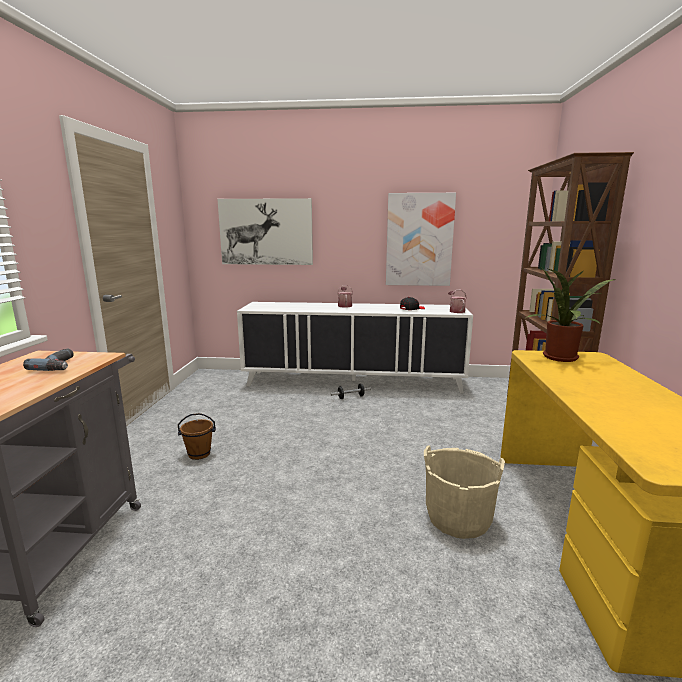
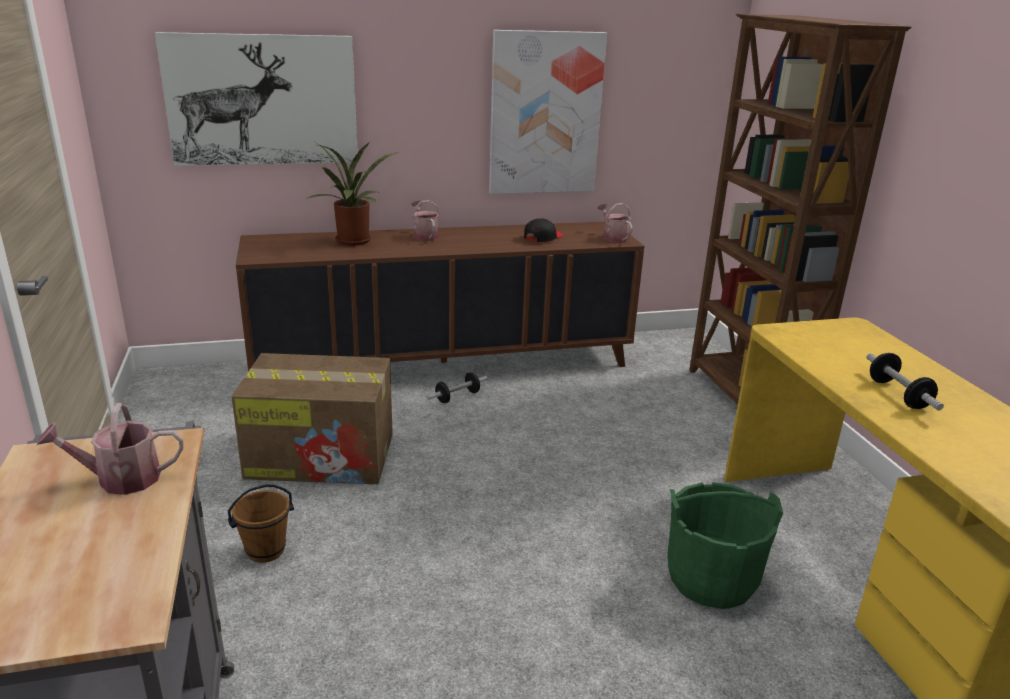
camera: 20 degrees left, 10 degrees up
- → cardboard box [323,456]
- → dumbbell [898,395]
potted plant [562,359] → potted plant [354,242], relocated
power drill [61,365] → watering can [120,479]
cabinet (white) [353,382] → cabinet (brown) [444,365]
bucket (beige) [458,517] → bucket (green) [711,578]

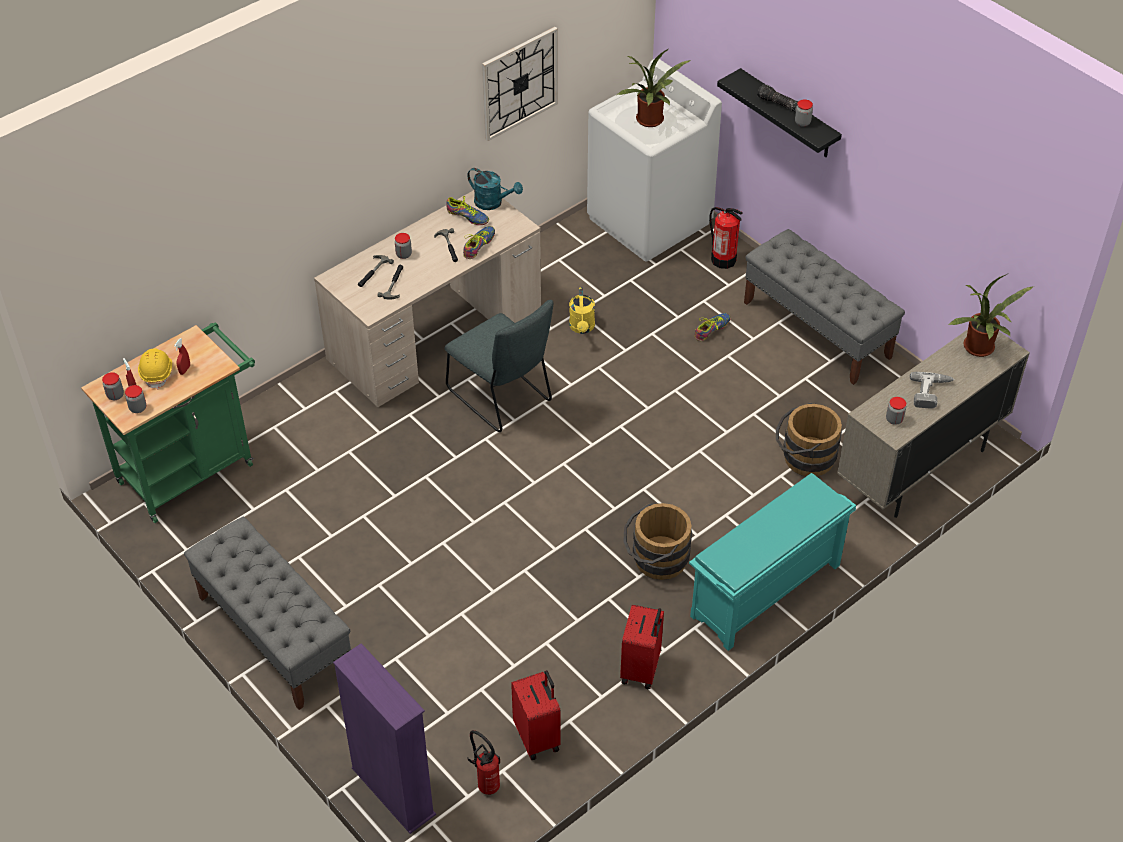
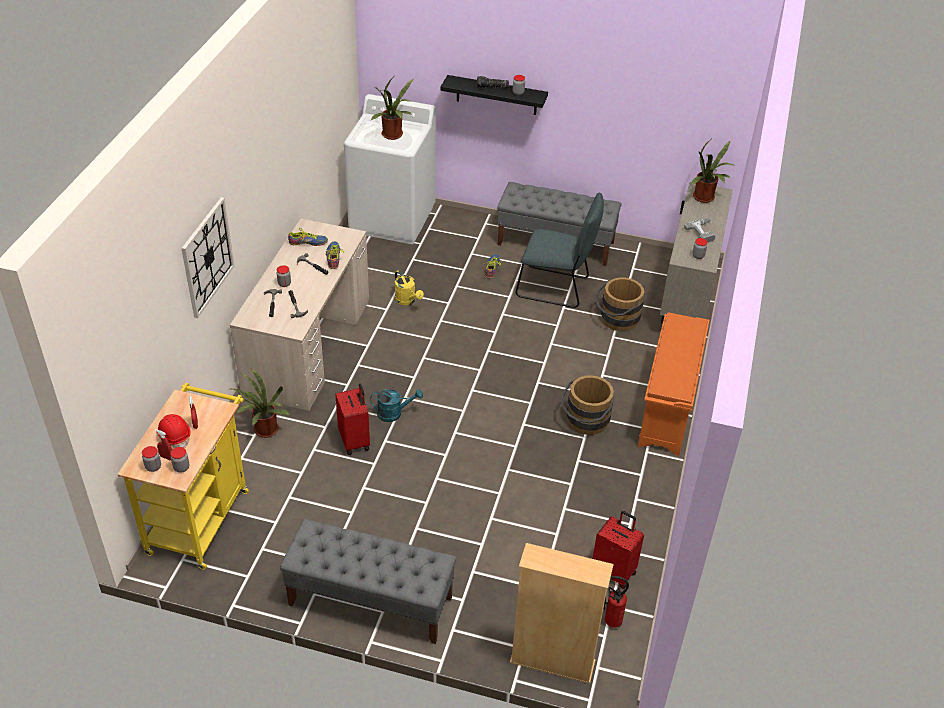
camera: 35 degrees left, 5 degrees down
fire extinguisher [723,259] → -
- → potted plant [264,431]
chair (grey) [502,398] → chair (grey) [556,288], relocated
watering can (turquoise) [493,203] → watering can (turquoise) [394,413], relocated
wall clock [519,83] → wall clock [207,257], relocated
suitcase (red) [641,669] → suitcase (red) [355,441], relocated
cart (green) [192,468] → cart (yellow) [201,516]
hard hat (yellow) [157,373] → hard hat (red) [174,436]
bookcase (purple) [393,791] → bookcase (beige) [552,662]
shoe rack (turquoise) [765,592] → shoe rack (orange) [668,410]

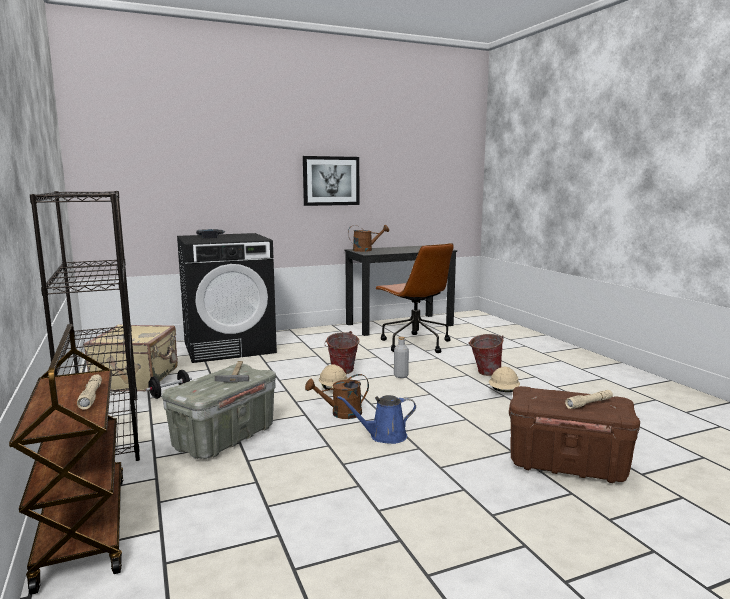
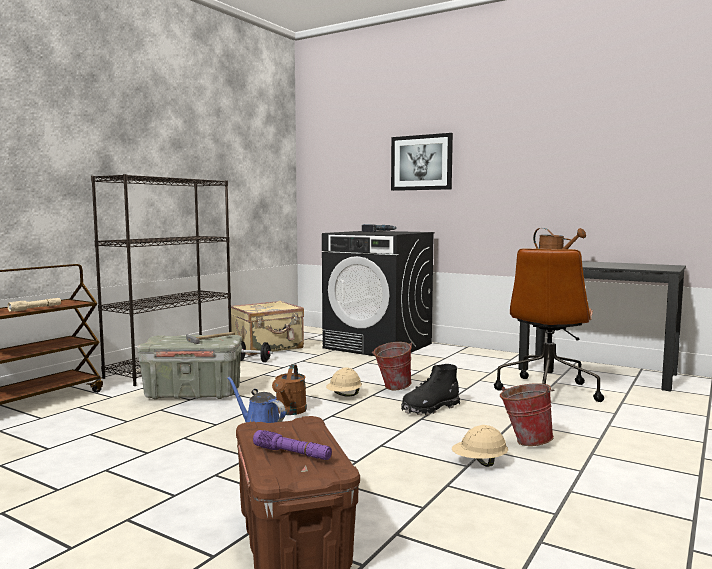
camera: 55 degrees right, 5 degrees down
picture [331,181] → picture [421,162], relocated
bottle (grey) [401,376] → boot (black) [430,409]
flashlight (beige) [589,403] → flashlight (purple) [292,453]
watering can (brown) [341,414] → watering can (brown) [289,412], 120 degrees counterclockwise

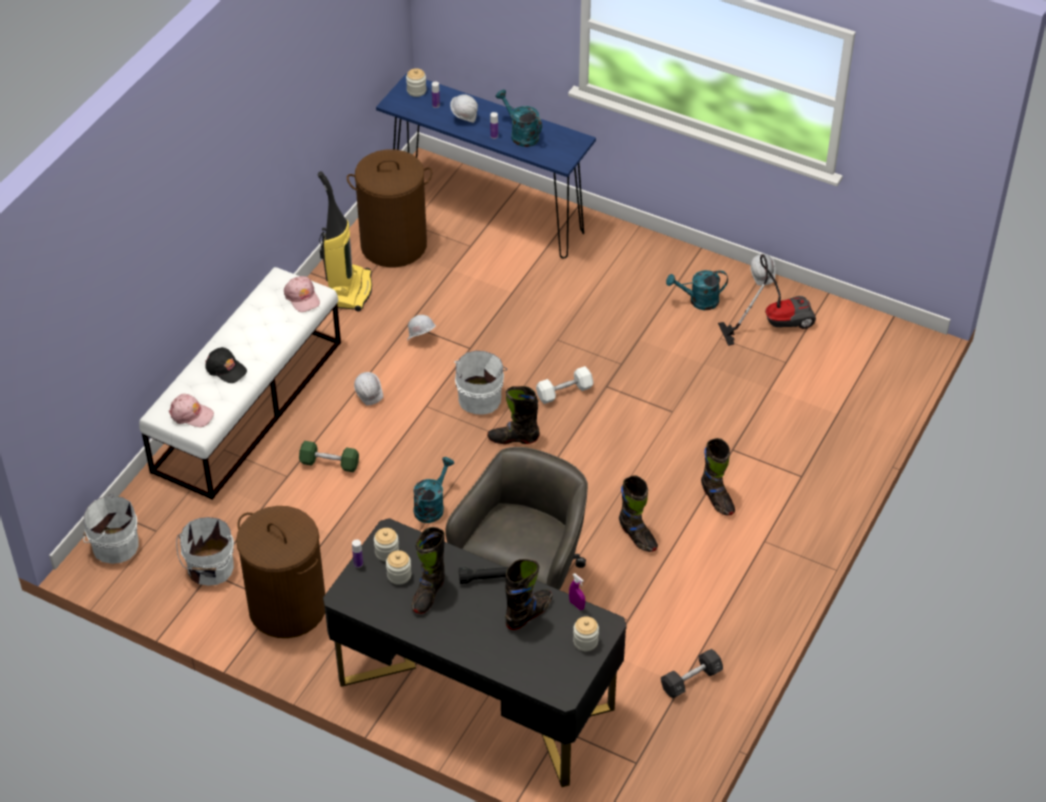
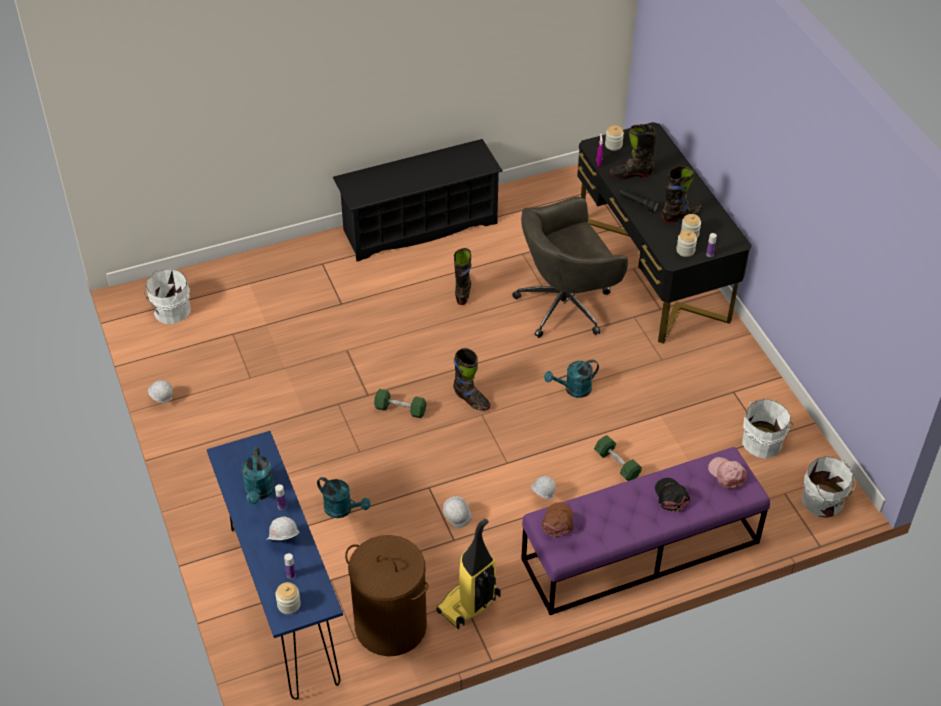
camera: 140 degrees left, 0 degrees up
laundry basket (brown) [287,608] → -
dumbbell (black) [691,680] → -
boot (black) [717,499] → -
vacuum cleaner [774,321] → -
- → shoe rack (black) [419,226]
bucket (white) [480,397] → bucket (white) [170,311], relocated
watering can (turquoise) [698,301] → watering can (turquoise) [342,509], relocated
bench (white) [248,405] → bench (purple) [640,551]
cap (pink) [302,297] → cap (brown) [558,521]
dumbbell (white) [564,392] → dumbbell (green) [400,409]

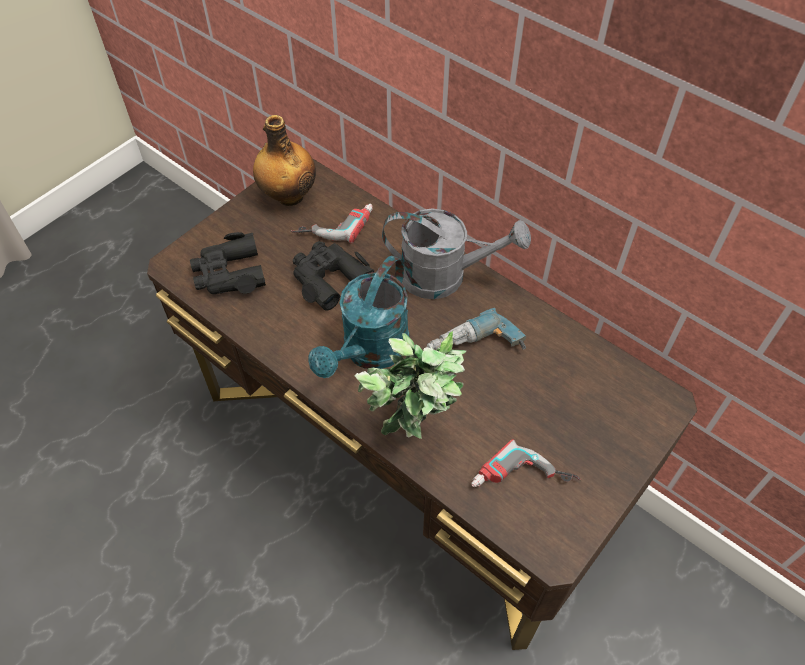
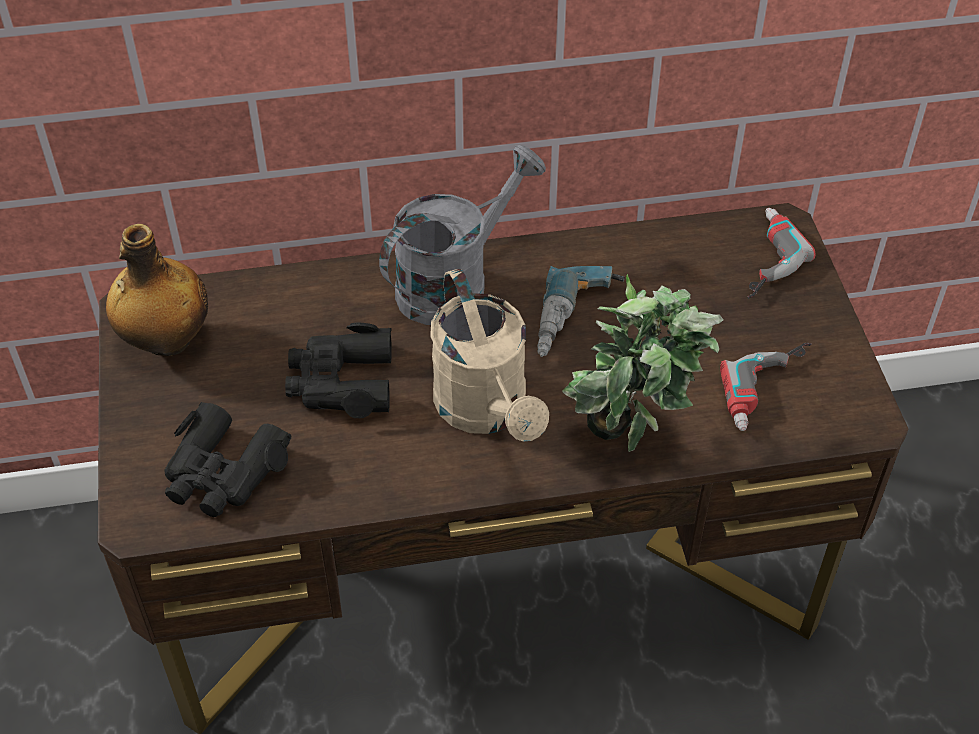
camera: 50 degrees left, 5 degrees down
power drill [334,223] → power drill [760,257], relocated
watering can (turquoise) [369,352] → watering can (beige) [487,411]

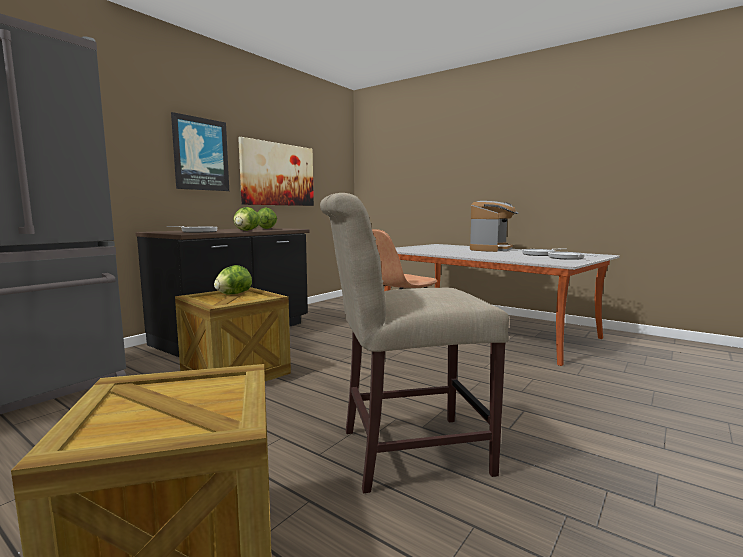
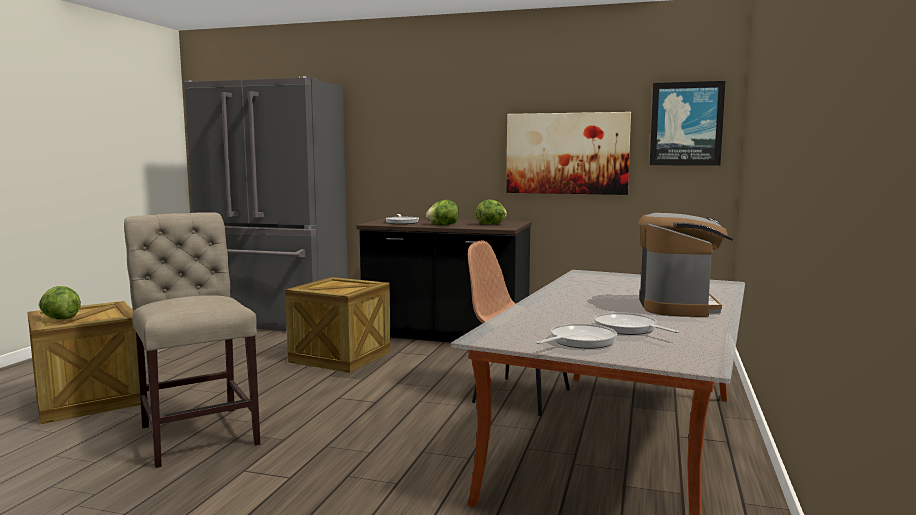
camera: 70 degrees right, 0 degrees up
picture [200,154] → picture [686,124], relocated
lettuce [233,294] → lettuce [60,319], relocated
coffee machine [491,249] → coffee machine [678,306], 90 degrees counterclockwise

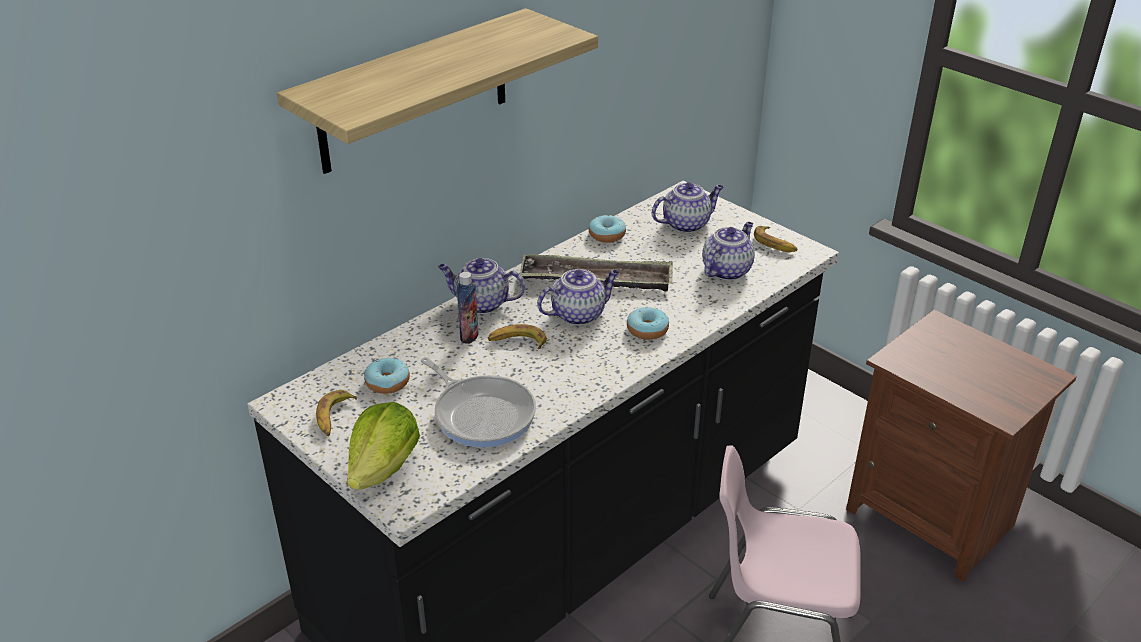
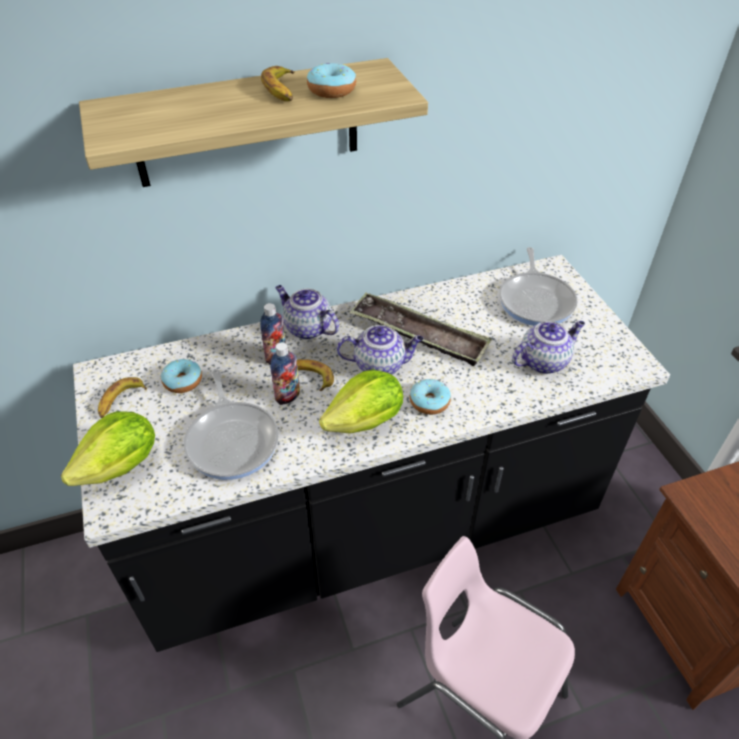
camera: 25 degrees right, 10 degrees up
- → bottle [287,396]
- → lettuce [366,421]
donut [607,235] → donut [332,90], relocated
banana [775,244] → banana [282,90], relocated
teapot [686,224] → frying pan [536,300]

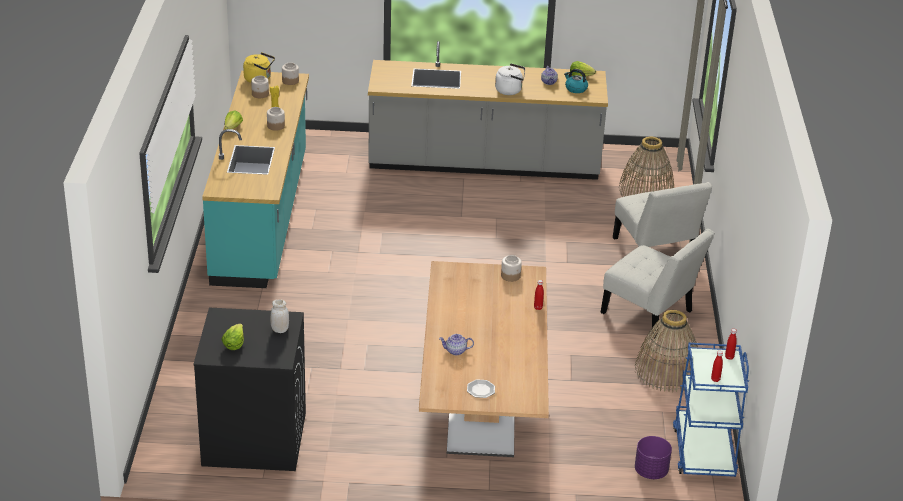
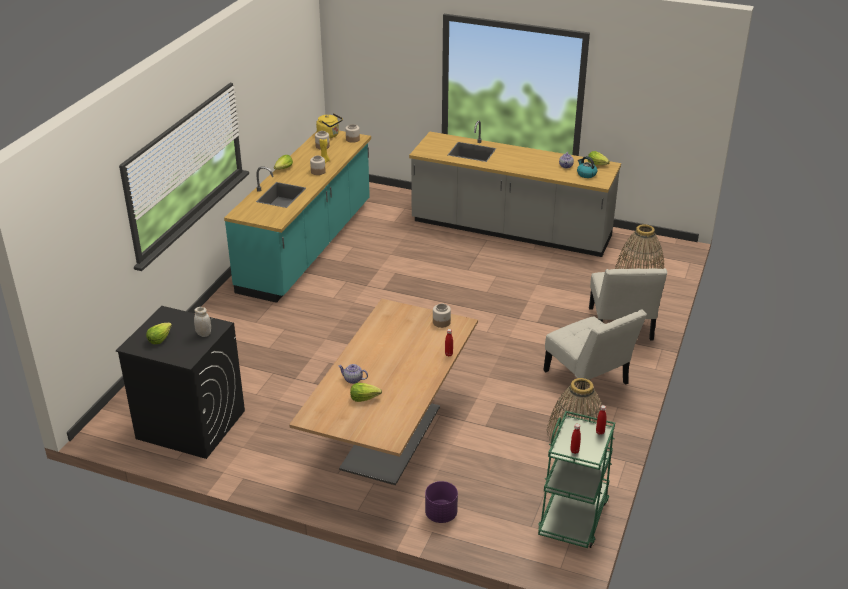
camera: 20 degrees right, 0 degrees up
plate [481,390] → -
kettle (white) [510,90] → -
- → lettuce [364,398]
planter (purple) [650,472] → planter (purple) [441,514], relocated
cart (blue) [704,451] → cart (green) [573,516]

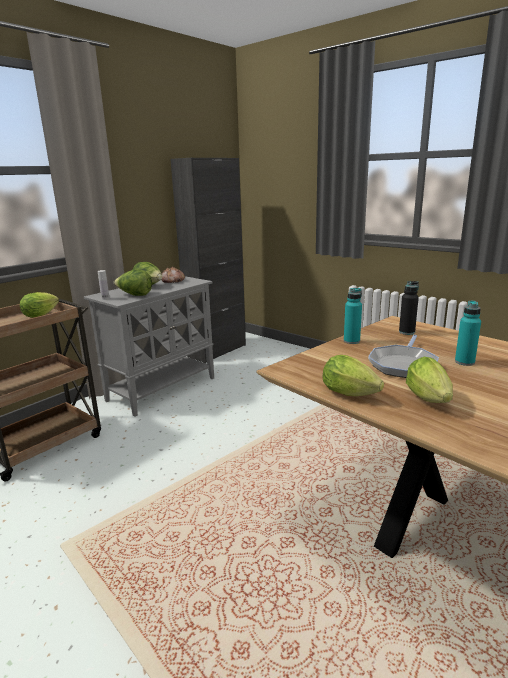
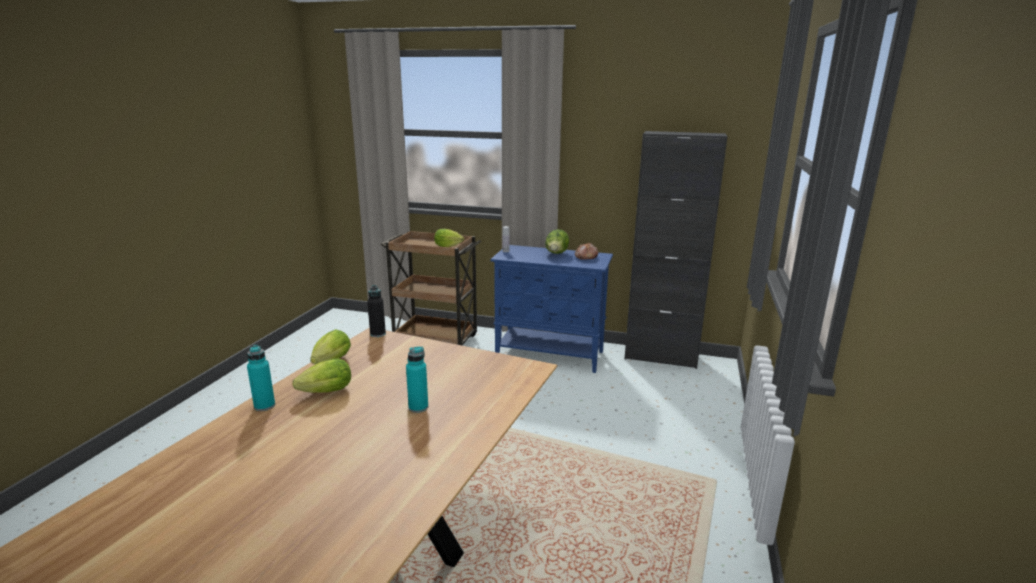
camera: 65 degrees right, 0 degrees up
lettuce [135,295] → -
frying pan [403,364] → -
bottle (turquoise) [351,341] → bottle (turquoise) [264,406], relocated
bottle (black) [406,332] → bottle (black) [378,334], relocated
cabinet (grey) [162,389] → cabinet (blue) [550,355]

